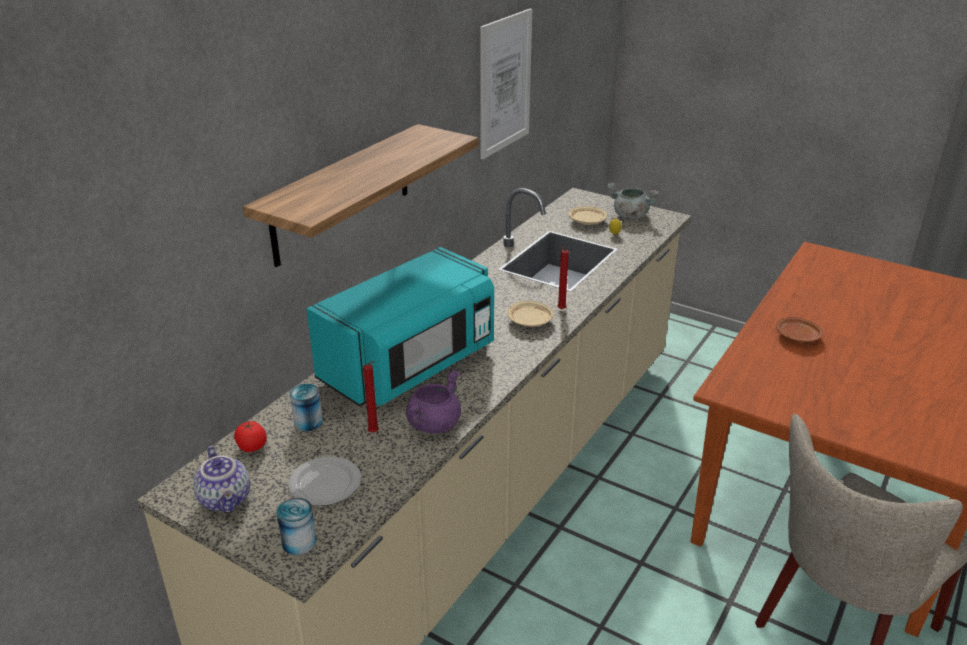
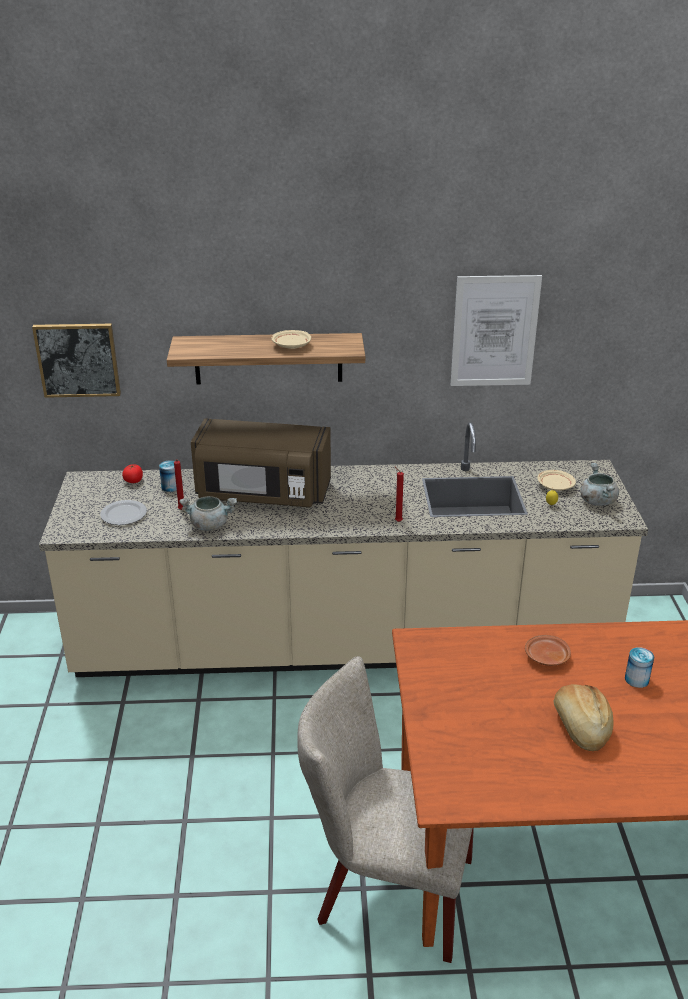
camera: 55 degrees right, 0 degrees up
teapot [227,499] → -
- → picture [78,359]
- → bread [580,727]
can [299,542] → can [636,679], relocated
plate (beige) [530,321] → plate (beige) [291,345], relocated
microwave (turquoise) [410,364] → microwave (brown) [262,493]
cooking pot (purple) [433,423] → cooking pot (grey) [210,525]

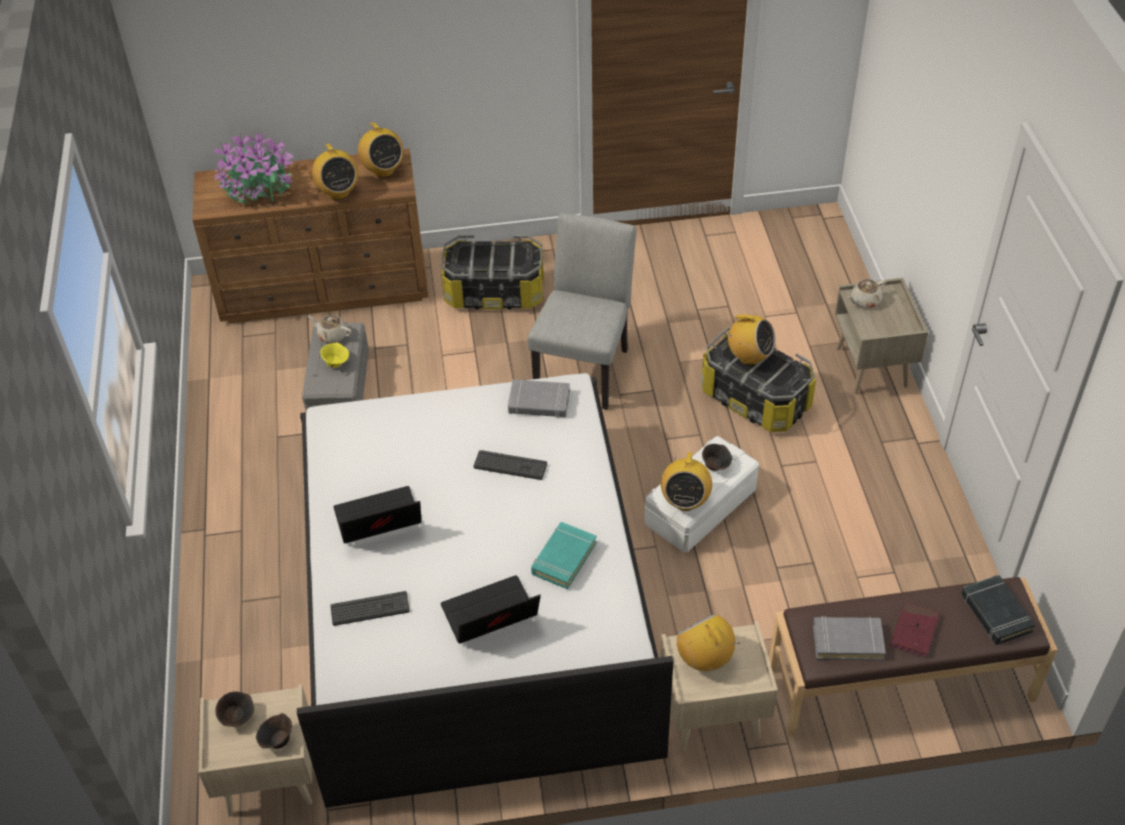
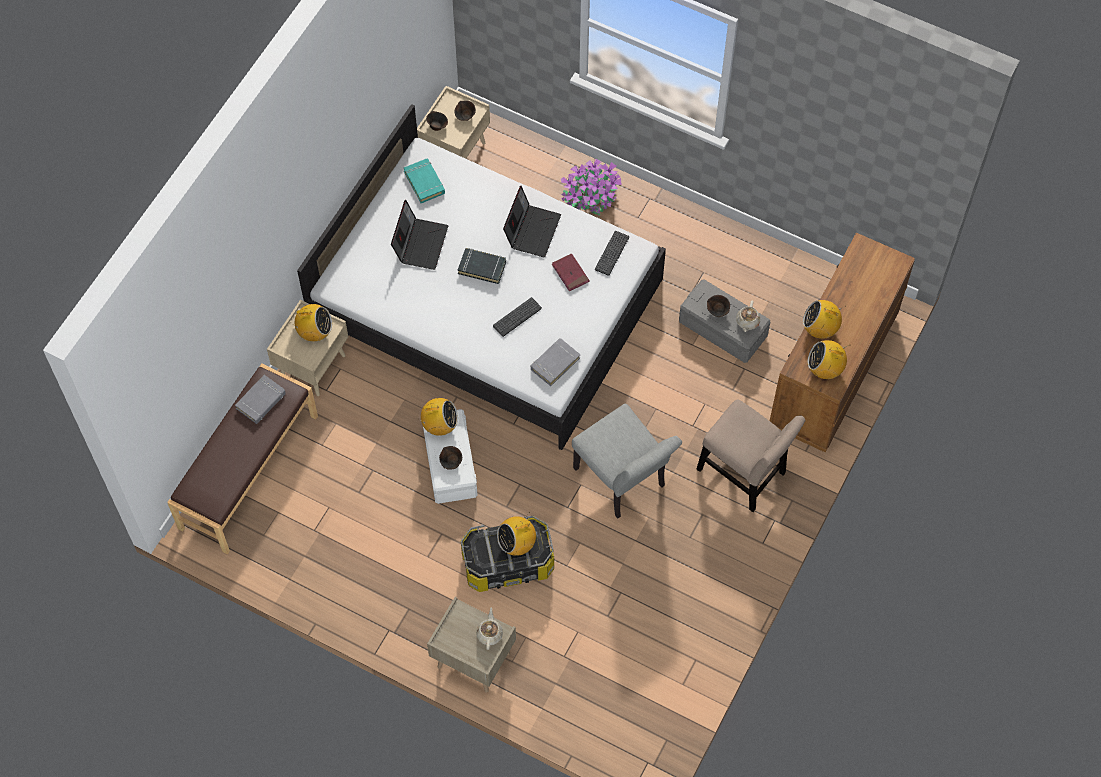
camera: 125 degrees right, 15 degrees up
potted plant [258,189] → potted plant [591,197], relocated
keyboard [370,609] → keyboard [612,253], relocated
book (turquoise) [563,558] → book (turquoise) [424,182], relocated
book (red) [914,631] → book (red) [570,273], relocated
book (black) [995,613] → book (black) [482,267], relocated
storage box [495,292] → chair (beige) [744,475]
bowl (yellow) [336,363] → bowl (brown) [718,311]
teapot (beige) [332,335] → teapot (beige) [747,322], 135 degrees clockwise
radio [685,501] → radio [440,426], 135 degrees clockwise

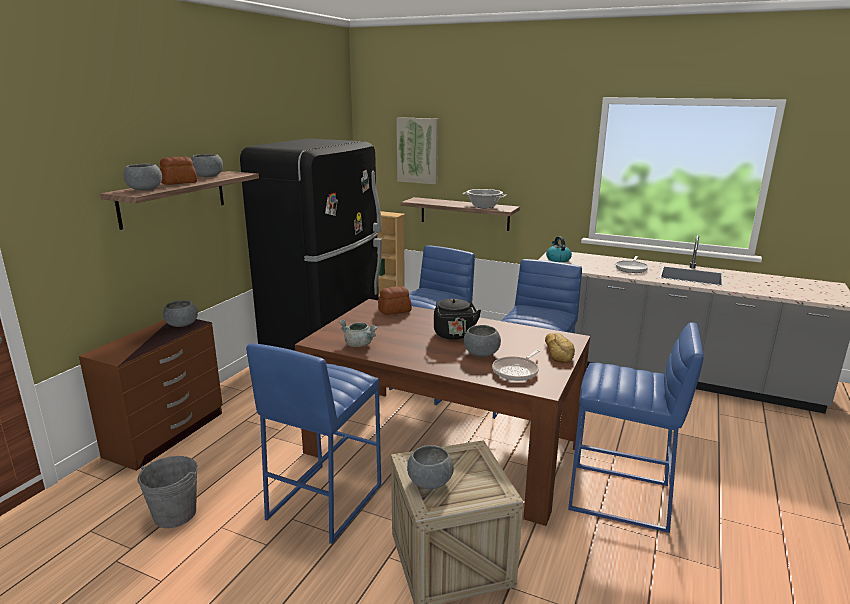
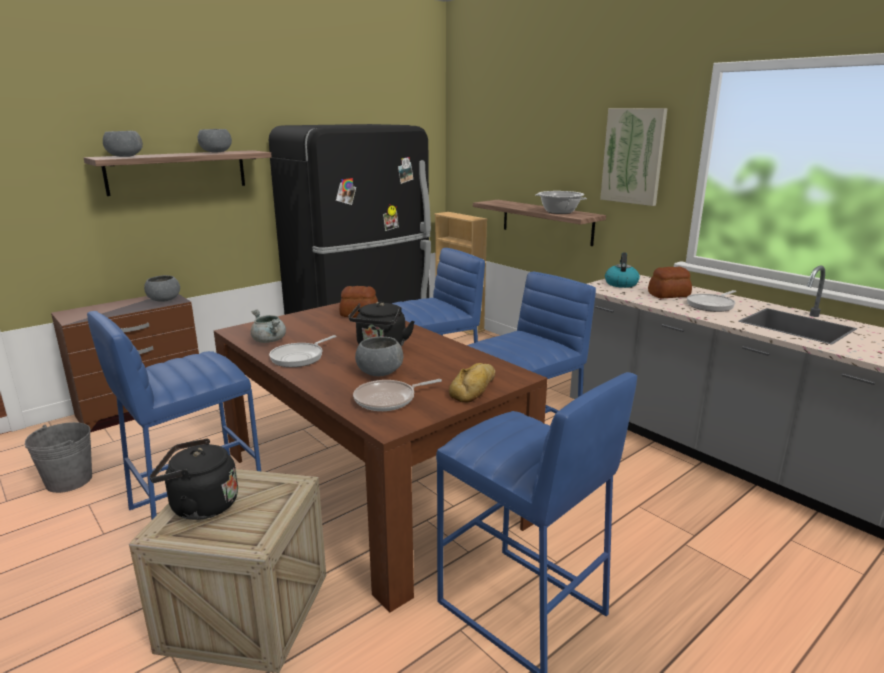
camera: 25 degrees right, 0 degrees up
- → frying pan [300,357]
bread [179,182] → bread [669,295], relocated
picture [417,150] → picture [633,156], relocated
bowl (grey) [430,481] → kettle (black) [200,506]

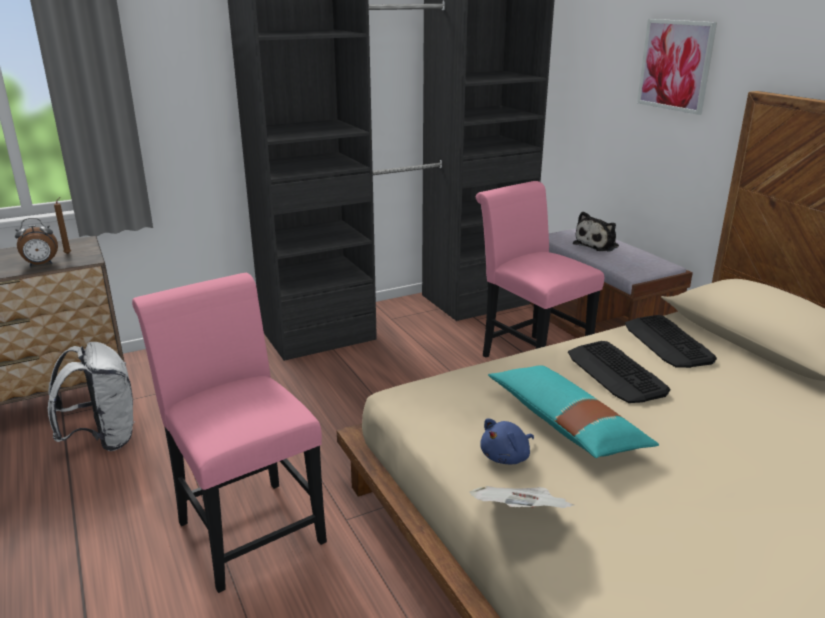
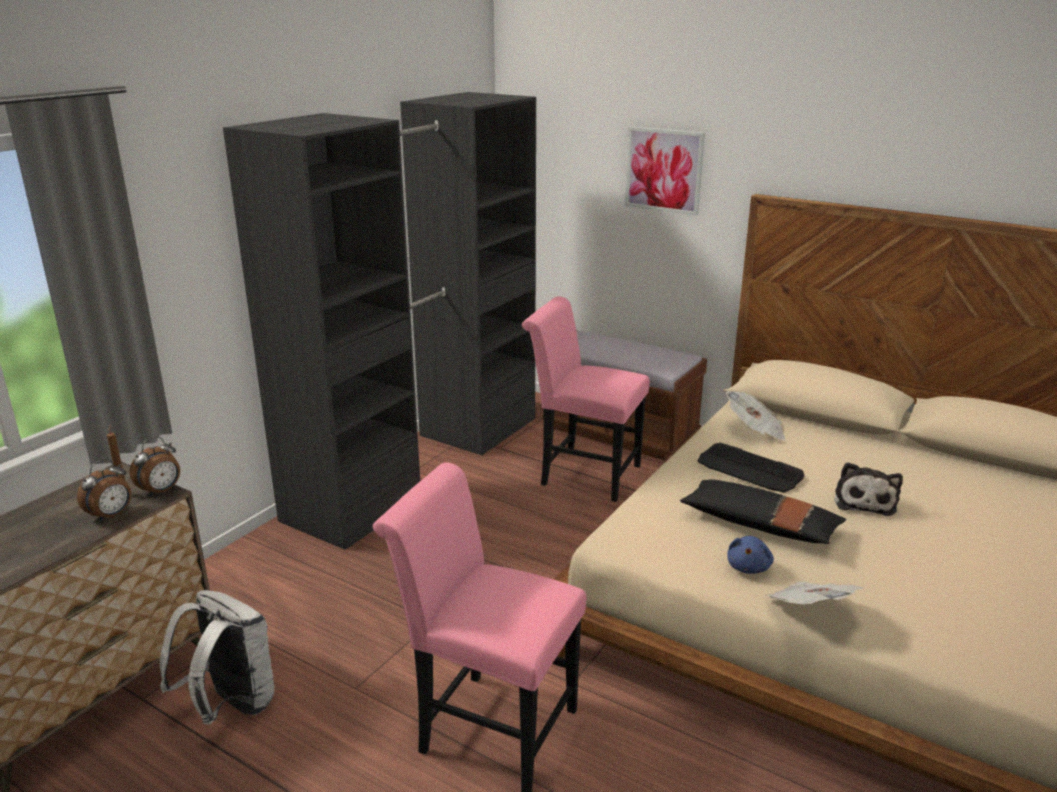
camera: 30 degrees left, 0 degrees up
- → alarm clock [161,491]
plush toy [598,245] → plush toy [864,501], relocated
keyboard [667,342] → newspaper [755,430]
pillow (turquoise) [565,424] → pillow (black) [760,525]

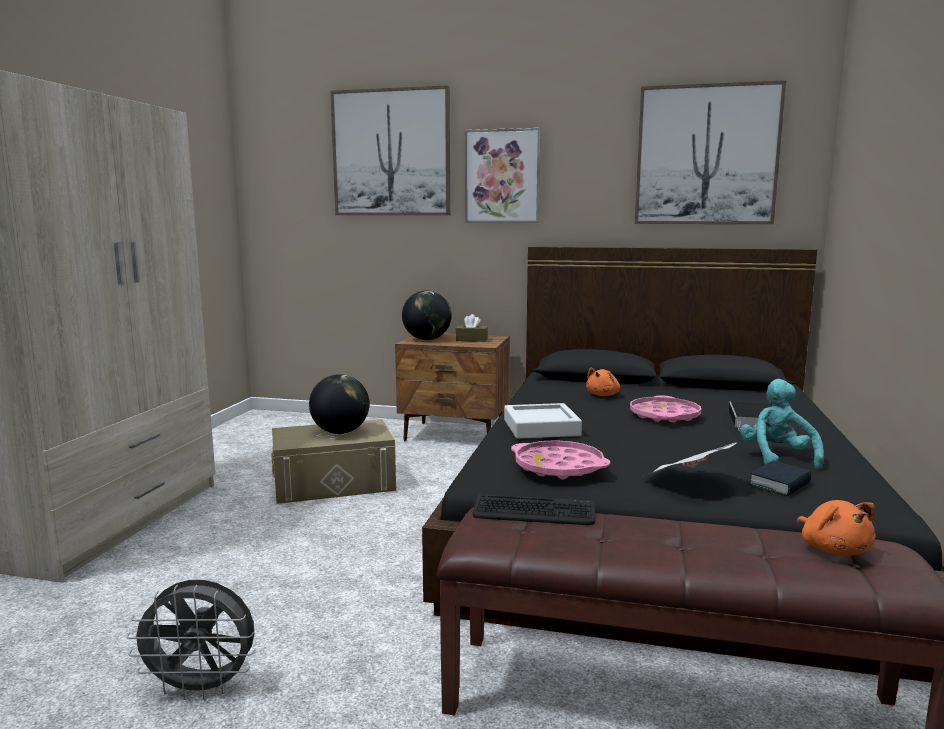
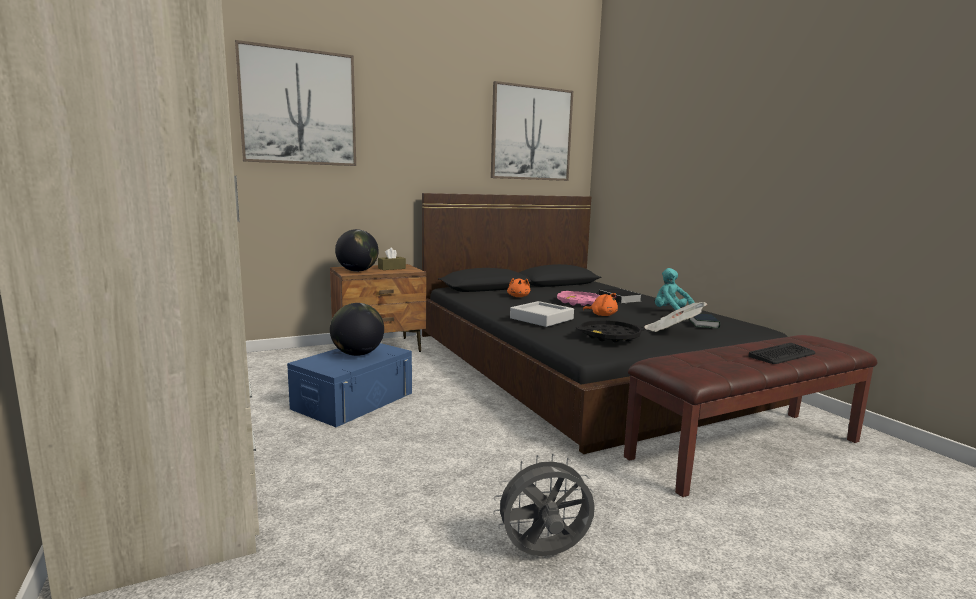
camera: 40 degrees left, 0 degrees up
picture [502,176] → -
keyboard [534,512] → keyboard [782,355], relocated
plush toy (orange) [833,549] → plush toy (orange) [602,315], relocated
storage box (beige) [334,483] → storage box (blue) [353,400]
tray (pink) [558,467] → tray (black) [610,336]
fan (grey) [202,688] → fan (grey) [544,555], 150 degrees counterclockwise

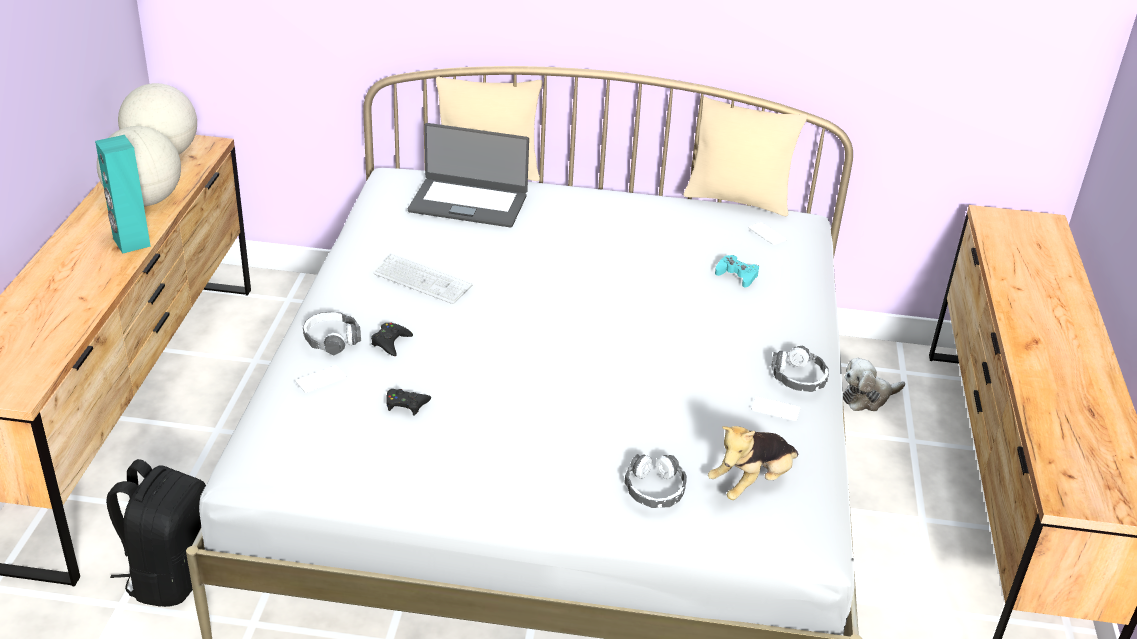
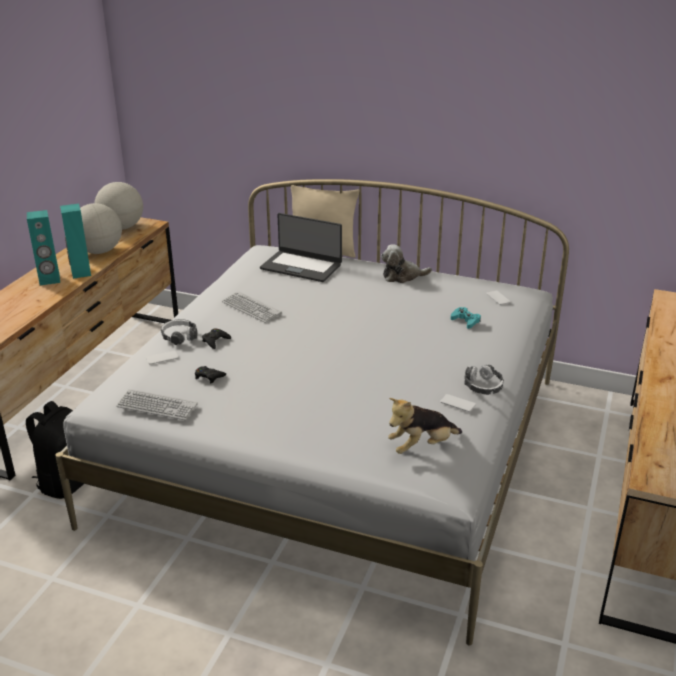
camera: 15 degrees right, 5 degrees down
headphones [654,489] → -
pillow (beige) [737,199] → -
- → speaker (turquoise) [49,280]
- → keyboard [157,406]
plush toy [867,397] → plush toy [402,276], relocated

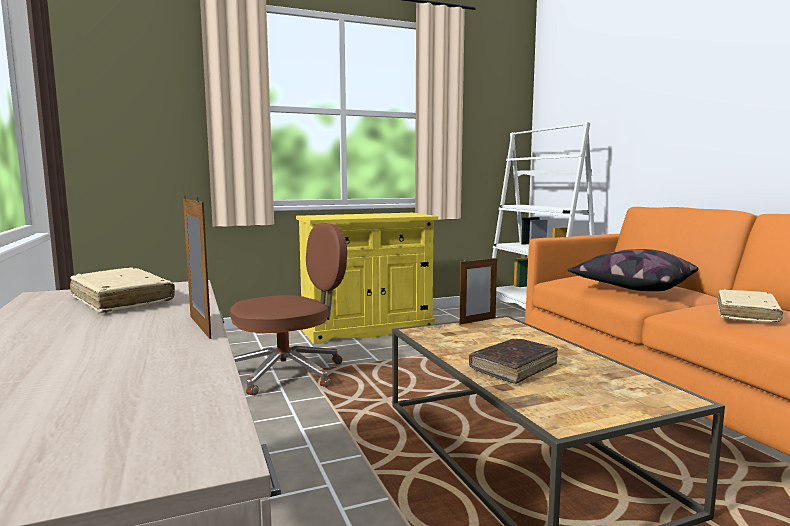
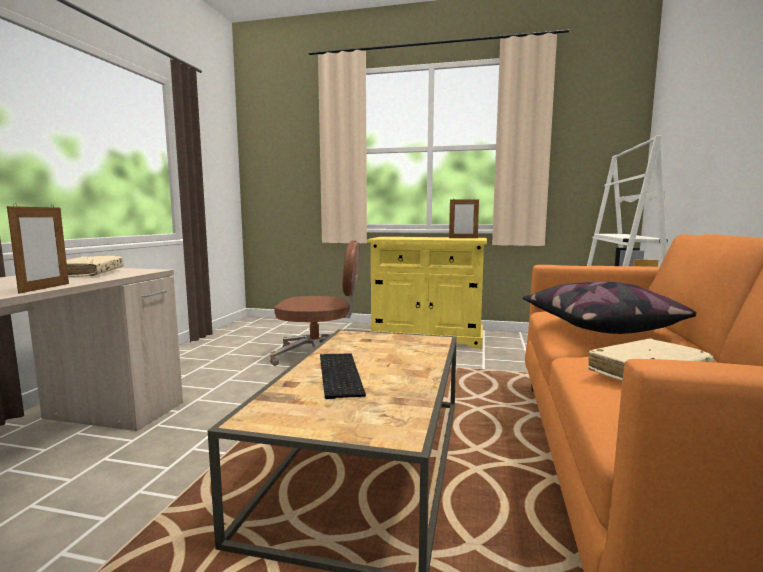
camera: 35 degrees right, 0 degrees up
picture frame [477,321] → picture frame [463,238], relocated
book (brown) [513,368] → keyboard [337,373]

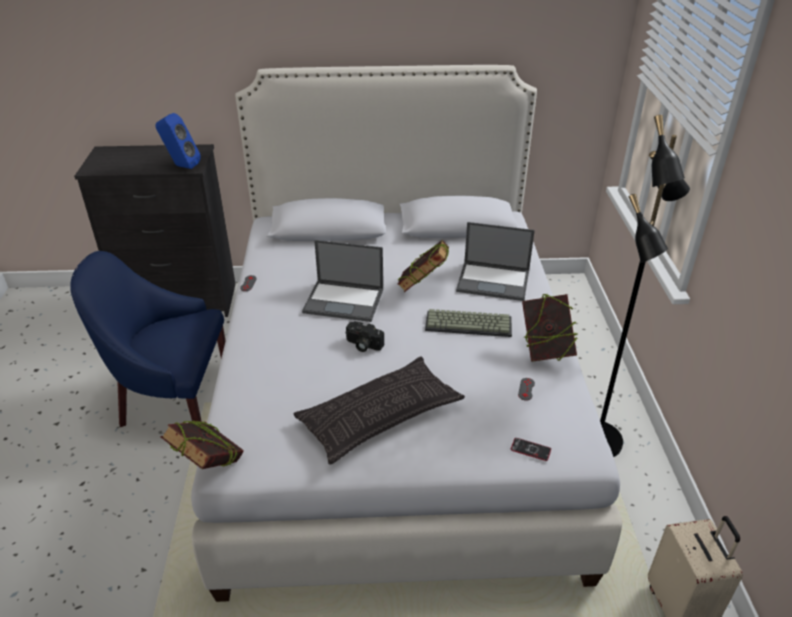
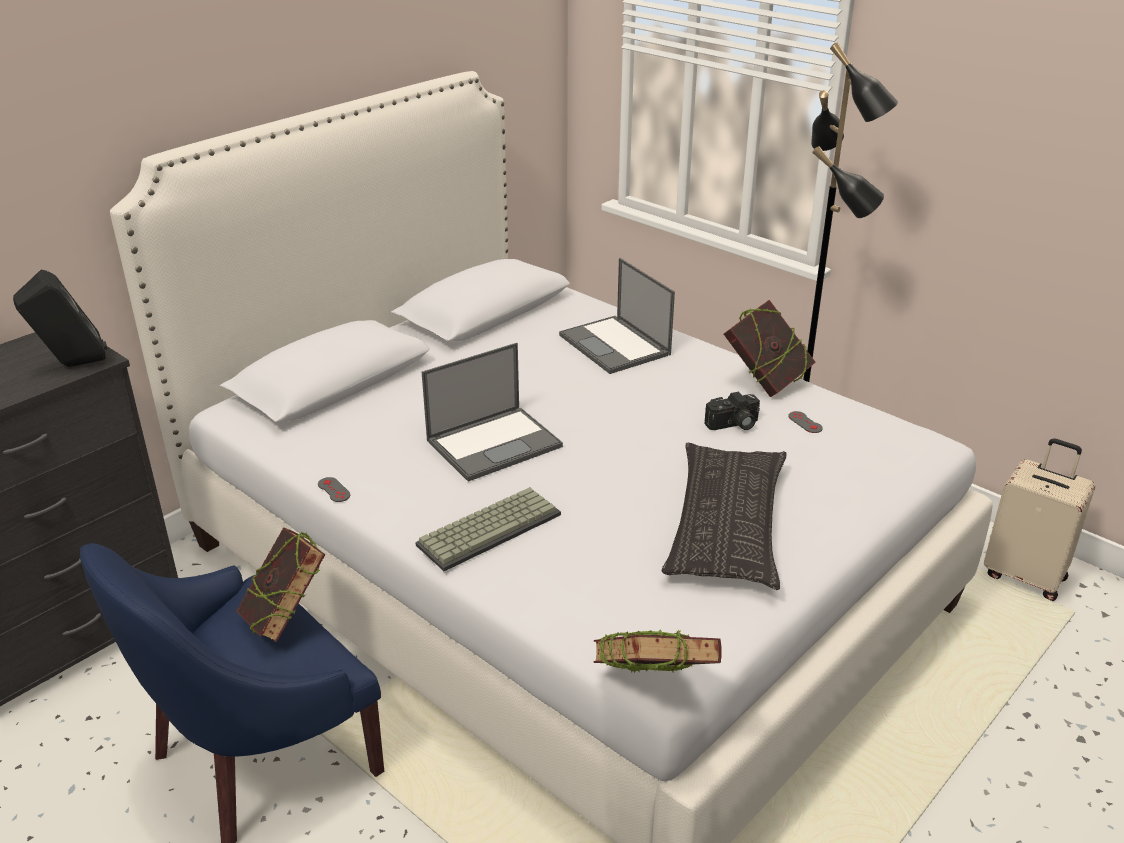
camera: 45 degrees left, 5 degrees down
phone [530,450] → -
photo camera [363,345] → photo camera [733,425], relocated
book [423,287] → book [286,619], relocated
keyboard [469,323] → keyboard [489,528], relocated
speaker (blue) [181,166] → speaker (black) [72,365]
laptop [494,281] → laptop [615,345], 90 degrees clockwise

